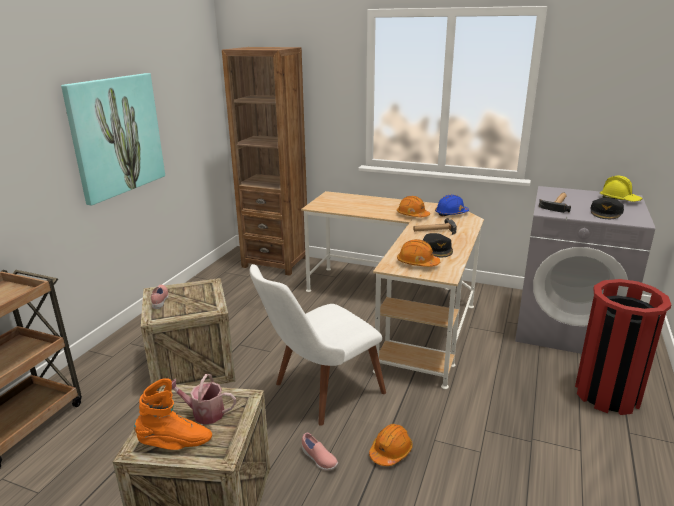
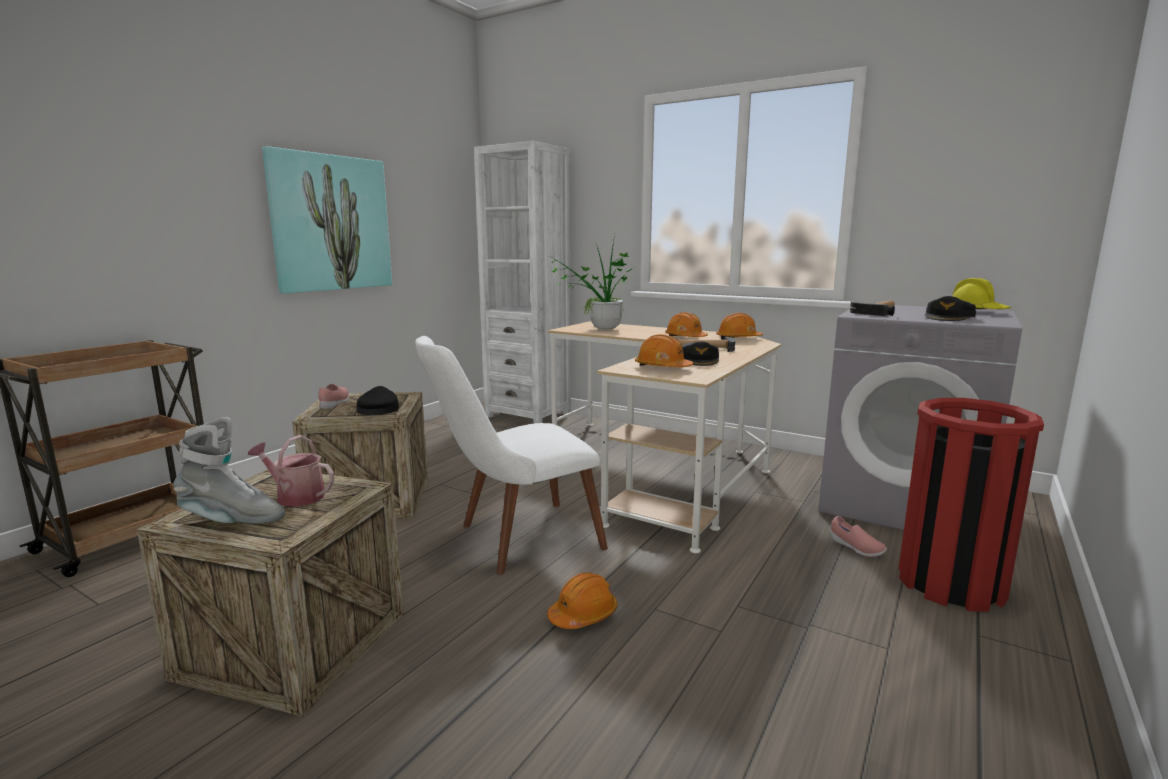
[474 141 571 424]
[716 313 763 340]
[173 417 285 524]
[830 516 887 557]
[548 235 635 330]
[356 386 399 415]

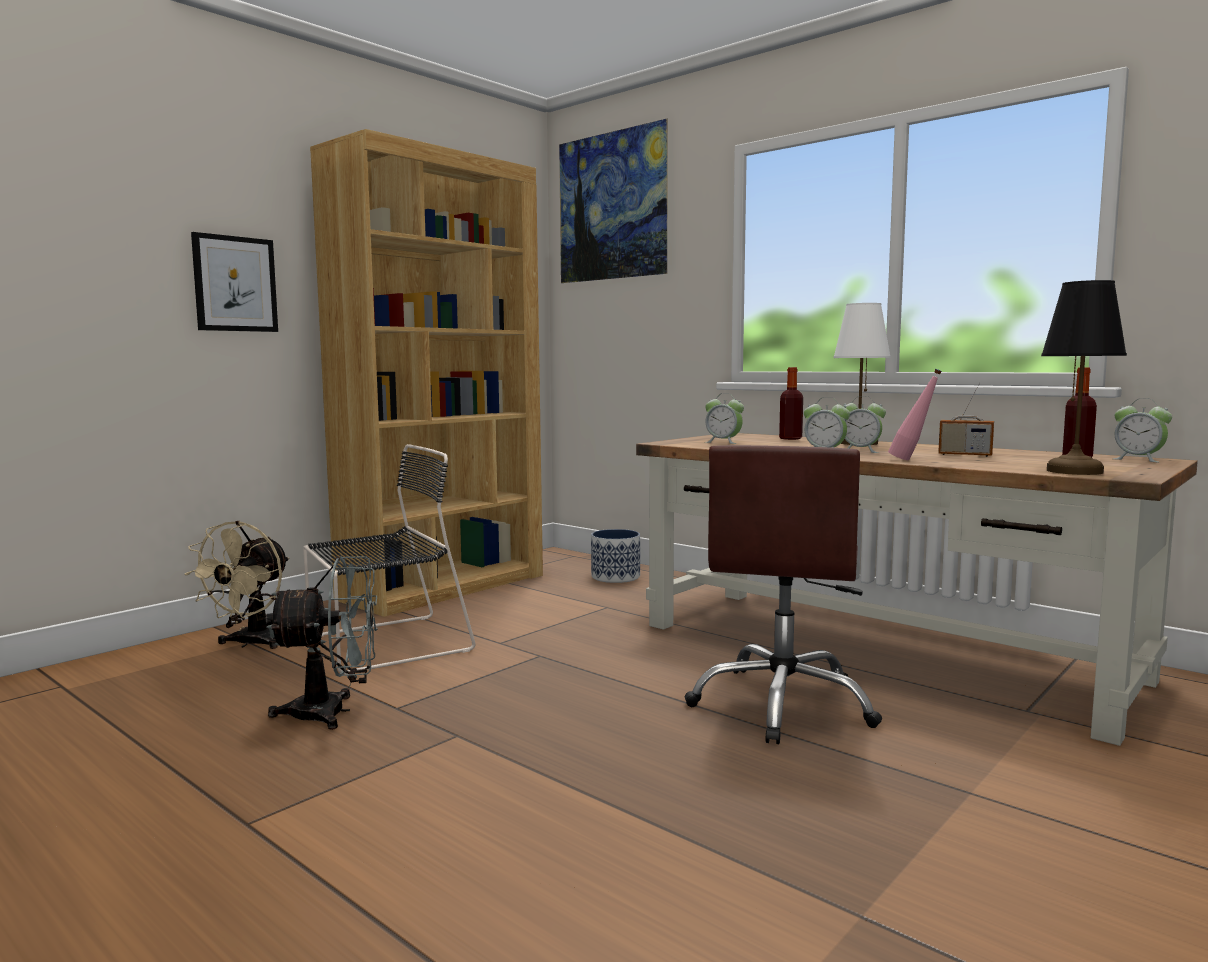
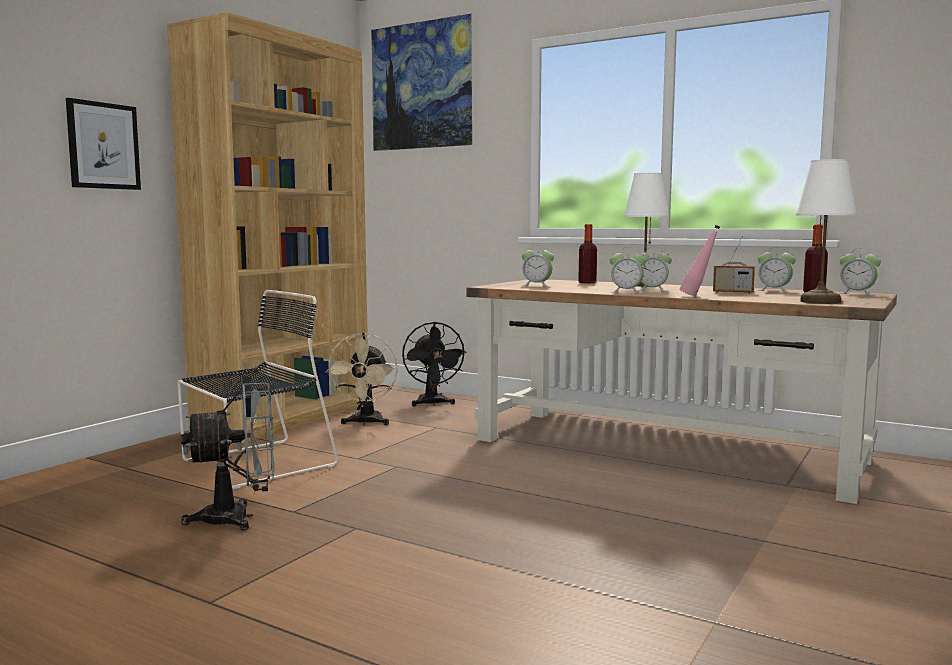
[796 159 857 304]
[685 445 882 744] (first image)
[325 332 398 425]
[402 322 467 406]
[758 247 796 292]

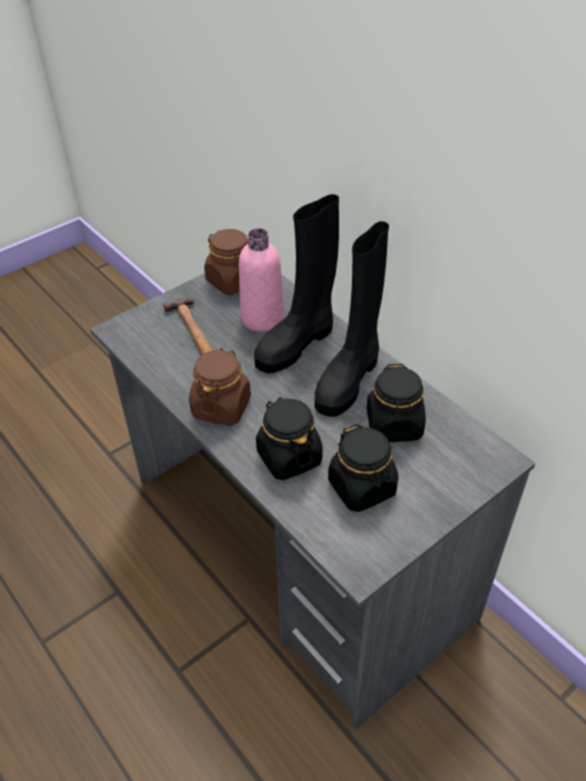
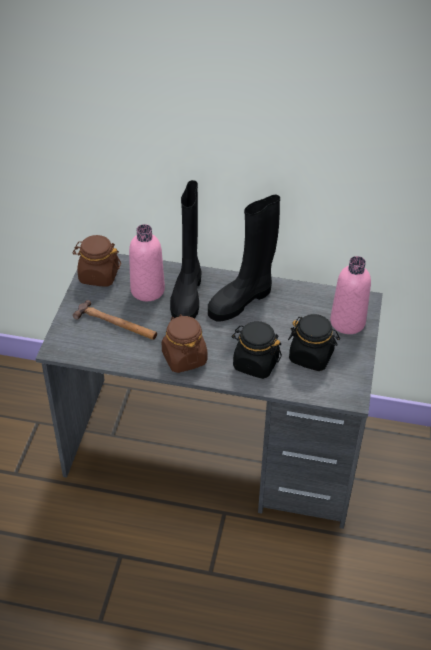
[208 195 280 322]
[367 364 426 442] (first image)
[330 256 371 334]

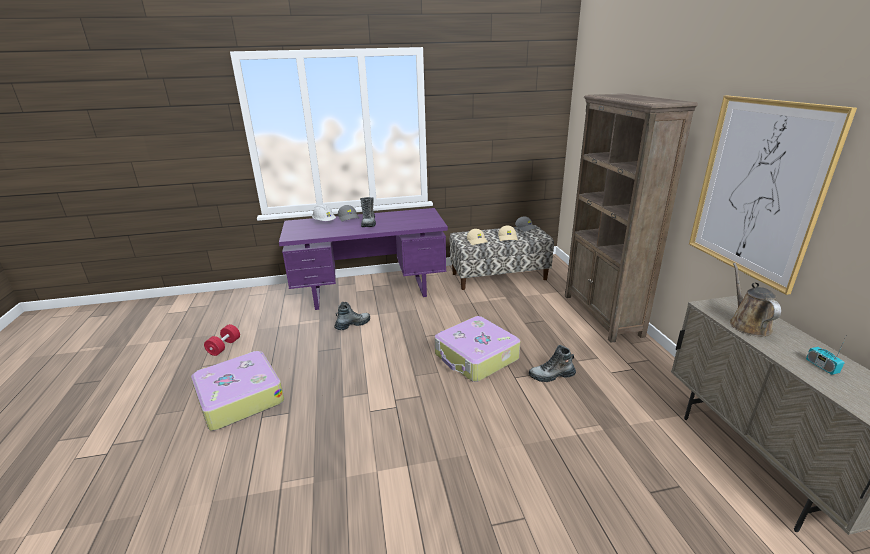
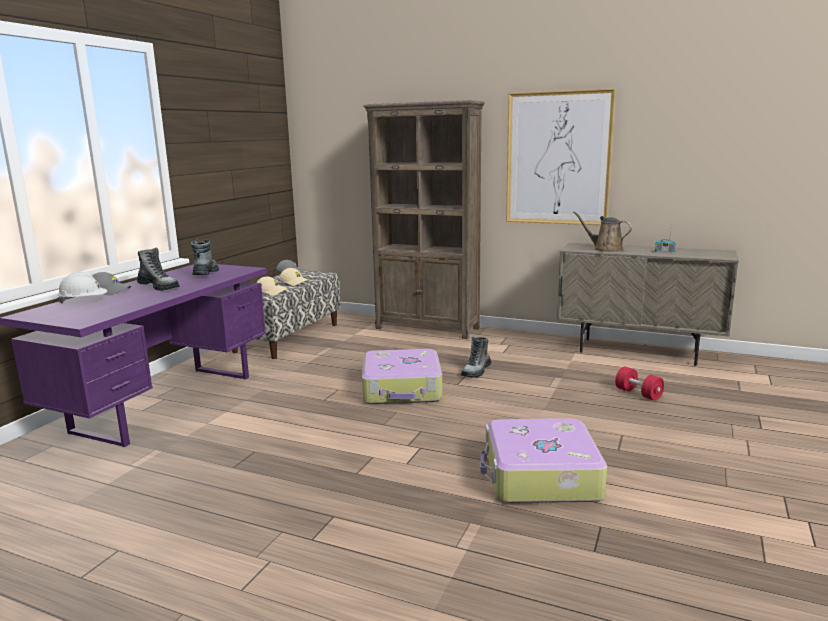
[191 239 219 275]
[615 367 664 401]
[480 418 607 503]

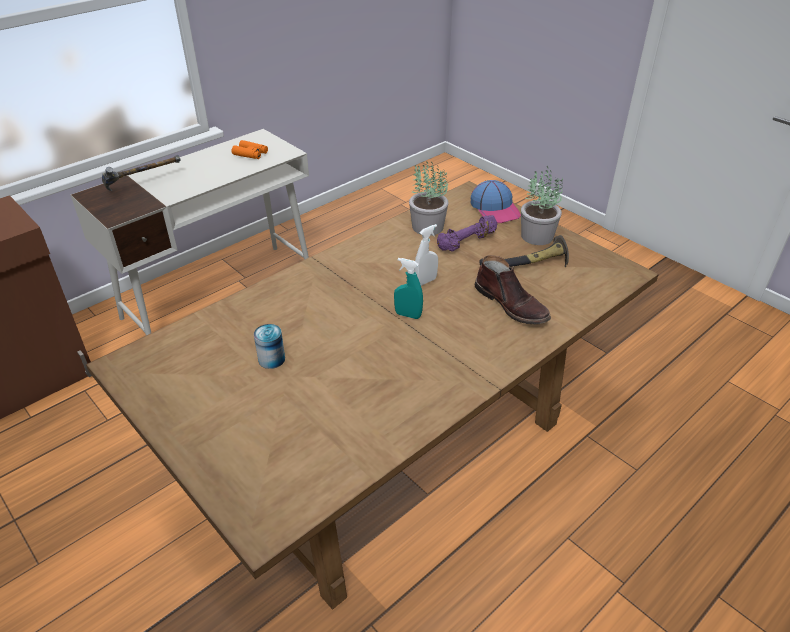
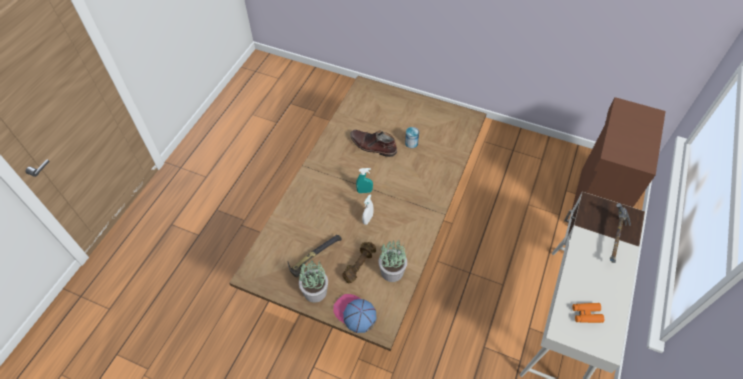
[342 242 376 283]
[350 130 397 157]

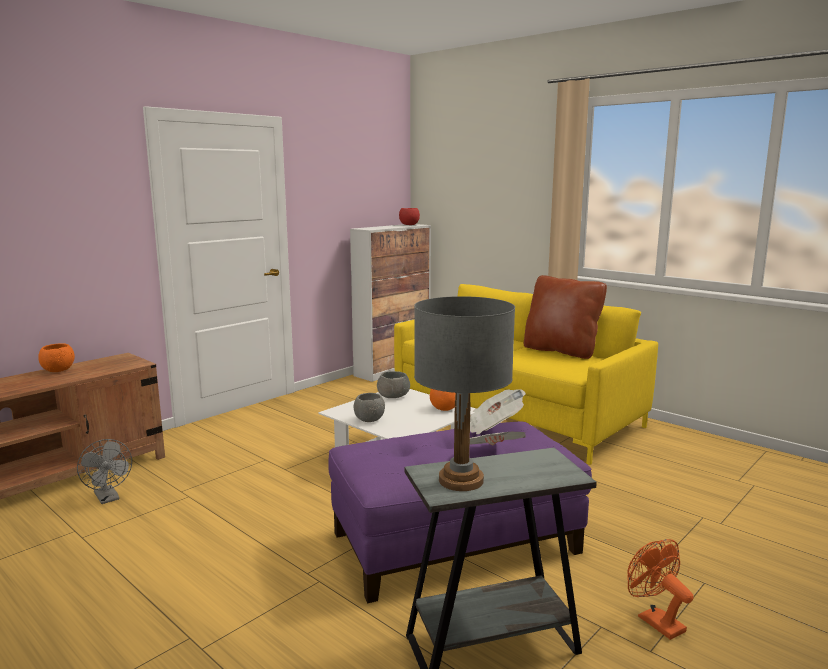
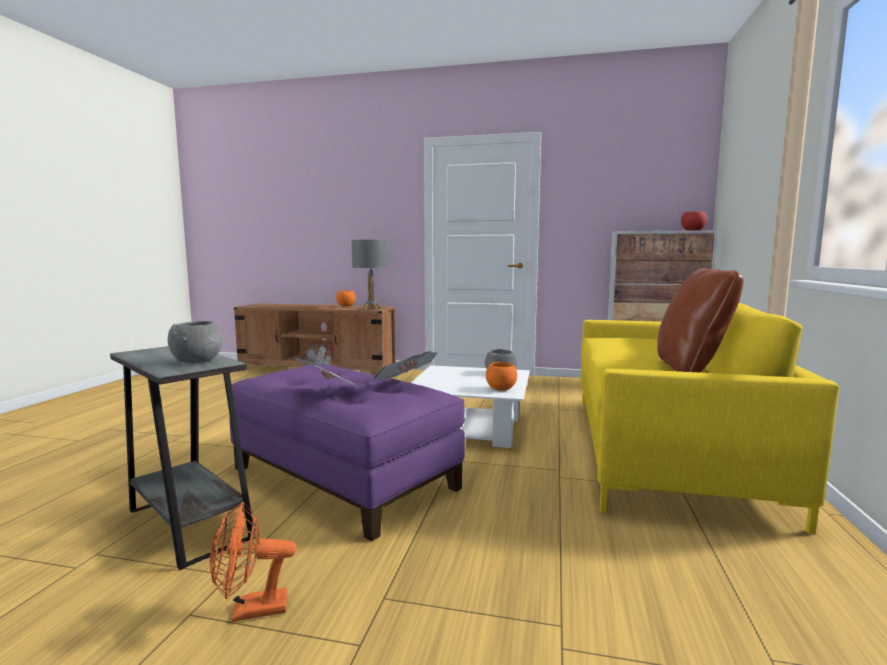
[352 240 389 310]
[168 321 222 363]
[210 502 297 622]

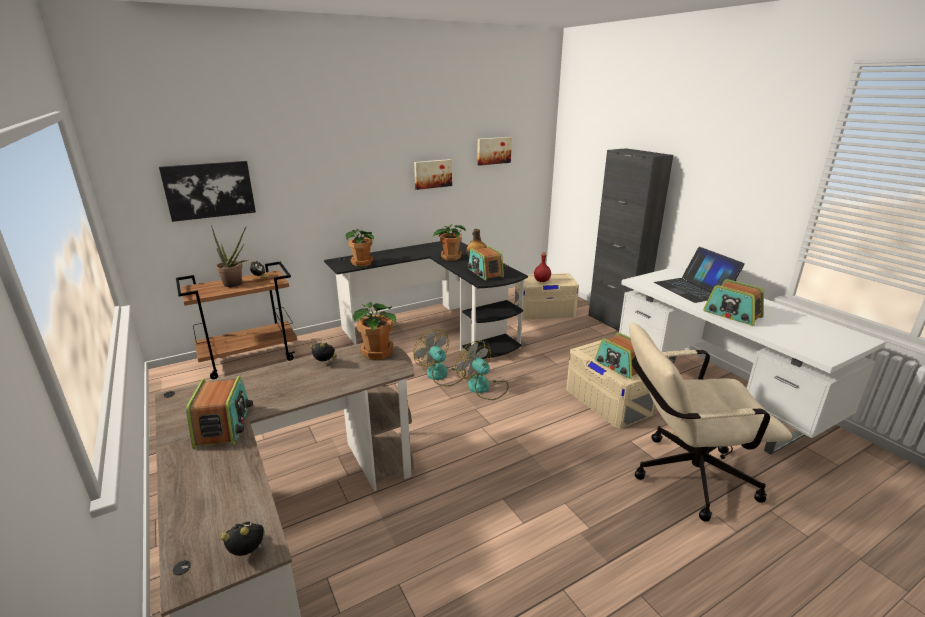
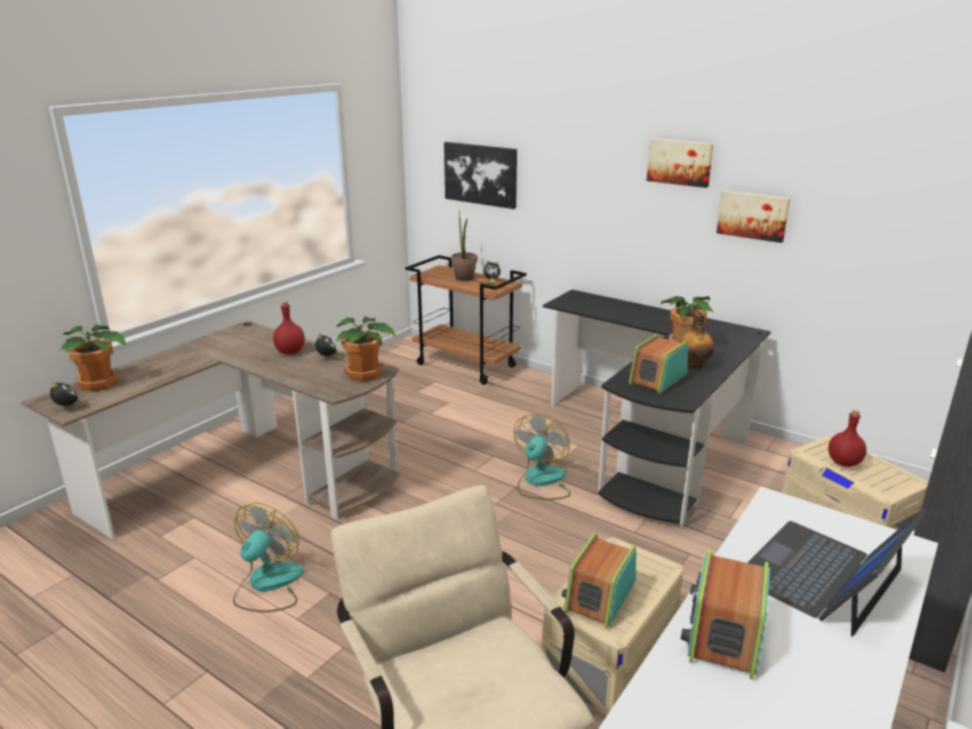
[647 138 714 188]
[60 324 127 392]
[233 503 304 612]
[186 376 253 449] (first image)
[273 301 305 354]

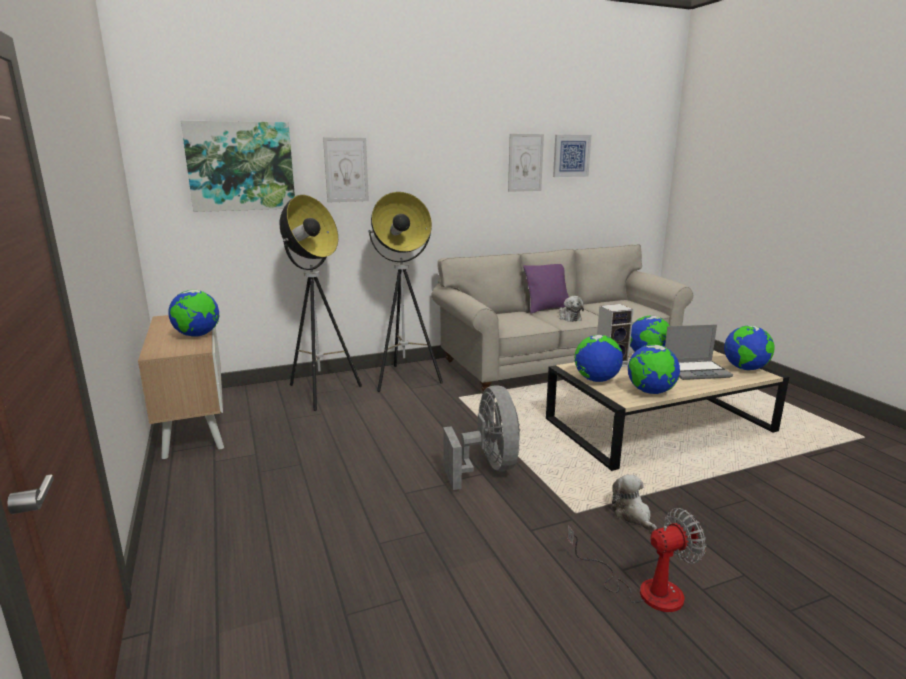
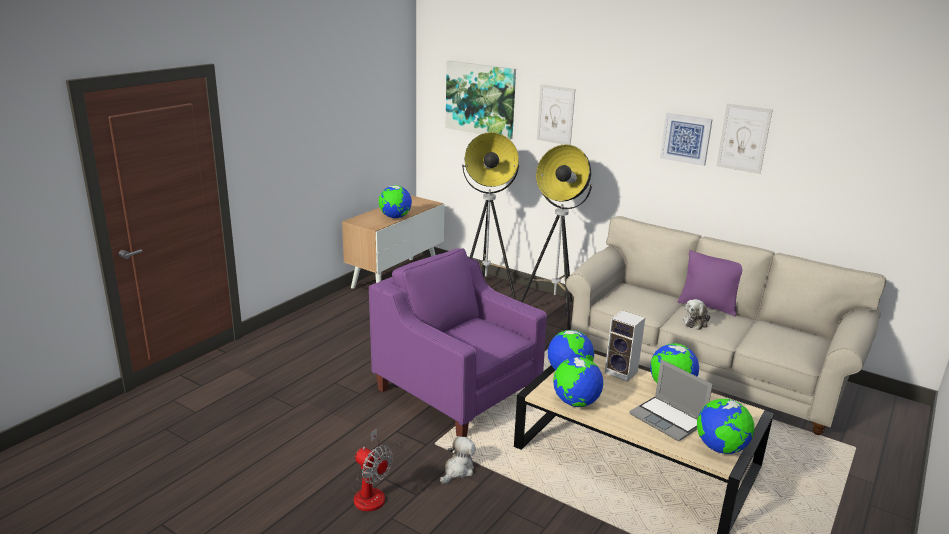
[660 113 713 166]
[369 248 547 437]

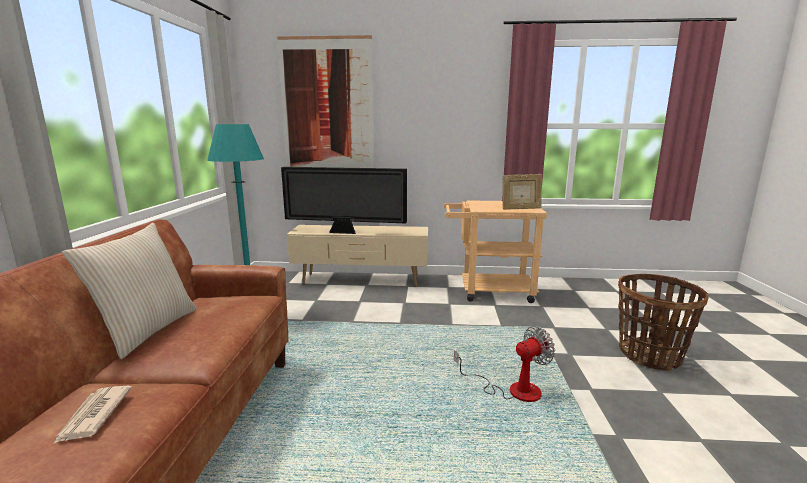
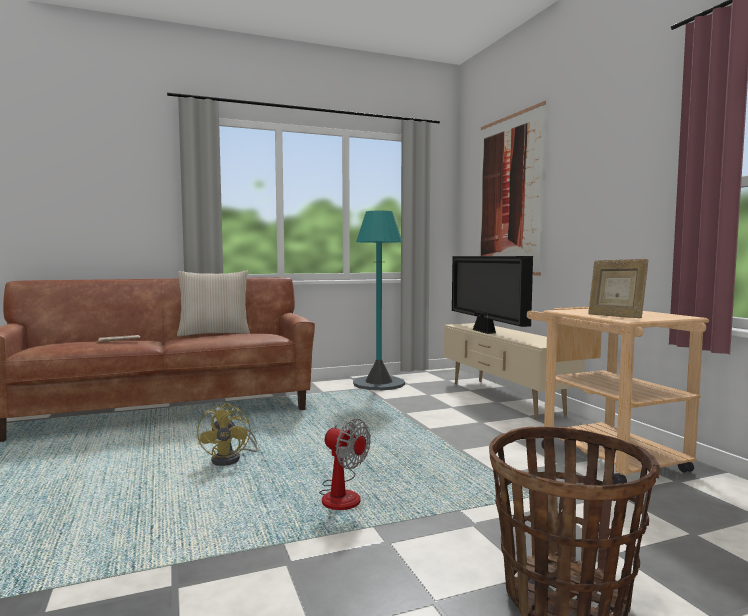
[197 403 258 466]

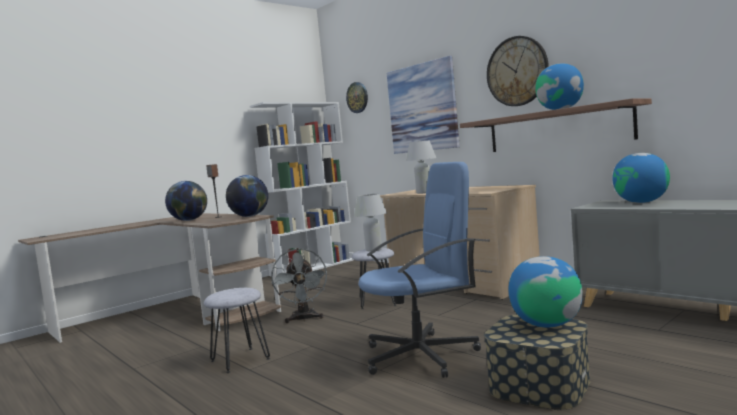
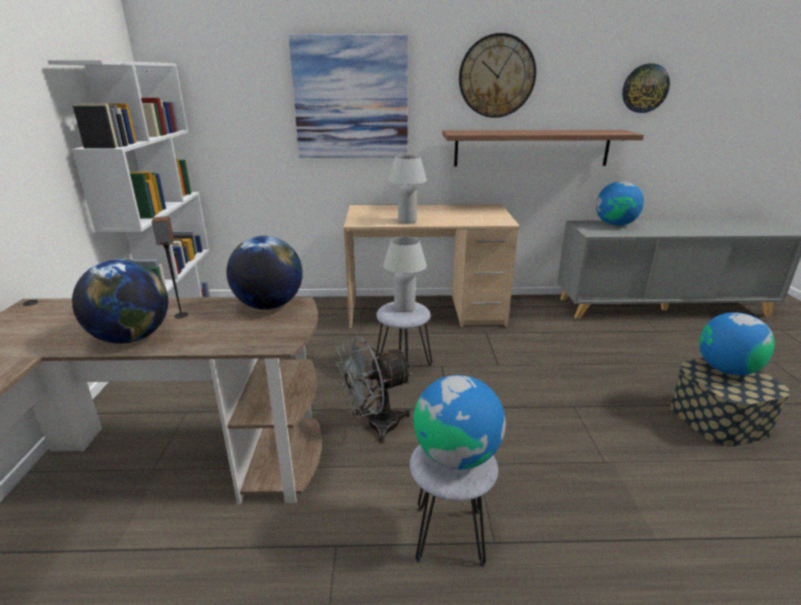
[413 375 506 469]
[622 63 670 113]
[358 162 481 378] (first image)
[336 337 412 443]

